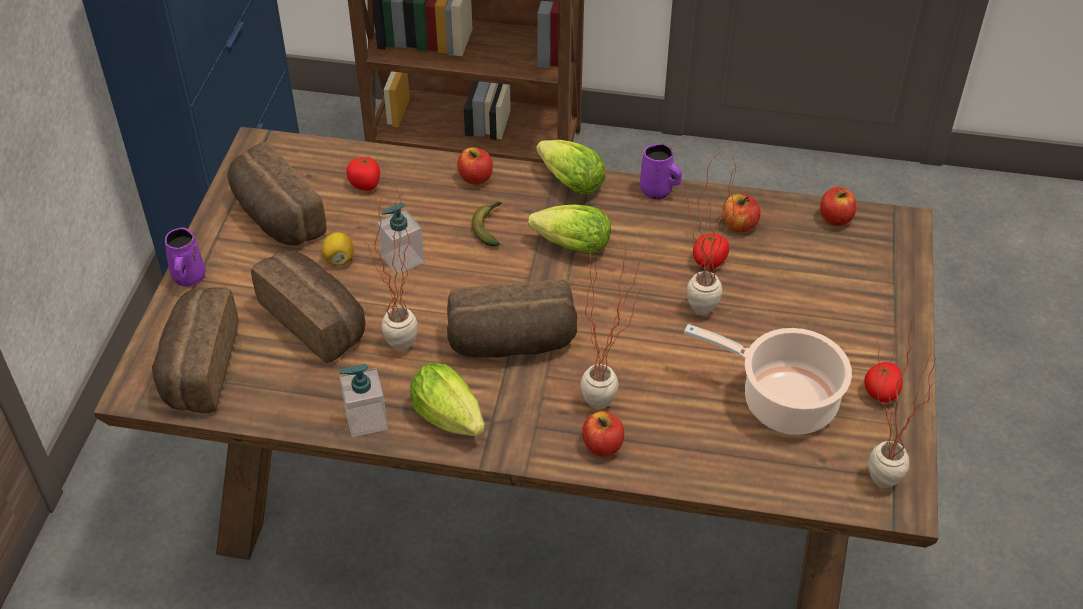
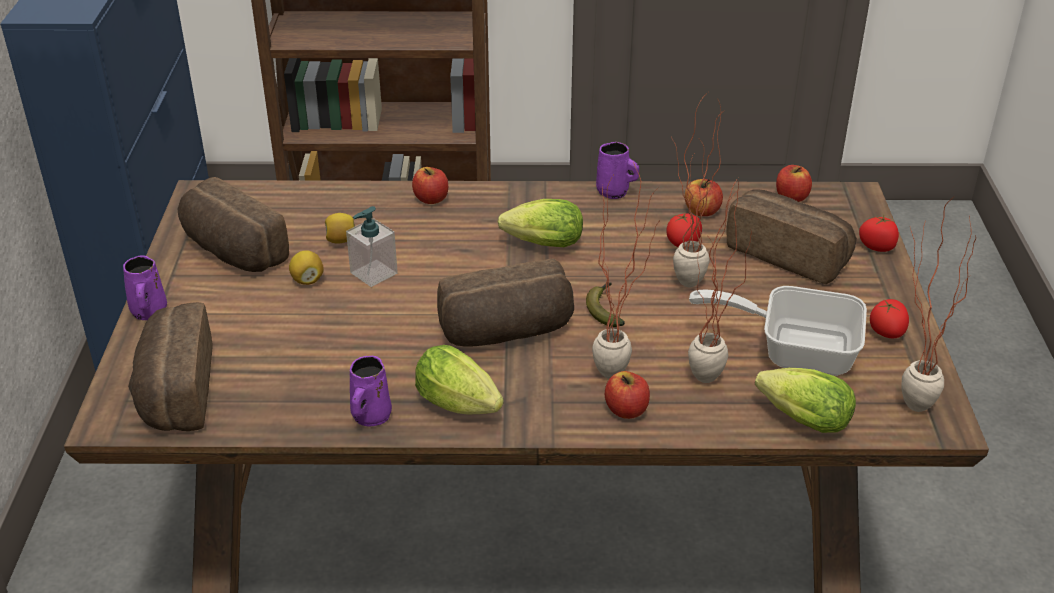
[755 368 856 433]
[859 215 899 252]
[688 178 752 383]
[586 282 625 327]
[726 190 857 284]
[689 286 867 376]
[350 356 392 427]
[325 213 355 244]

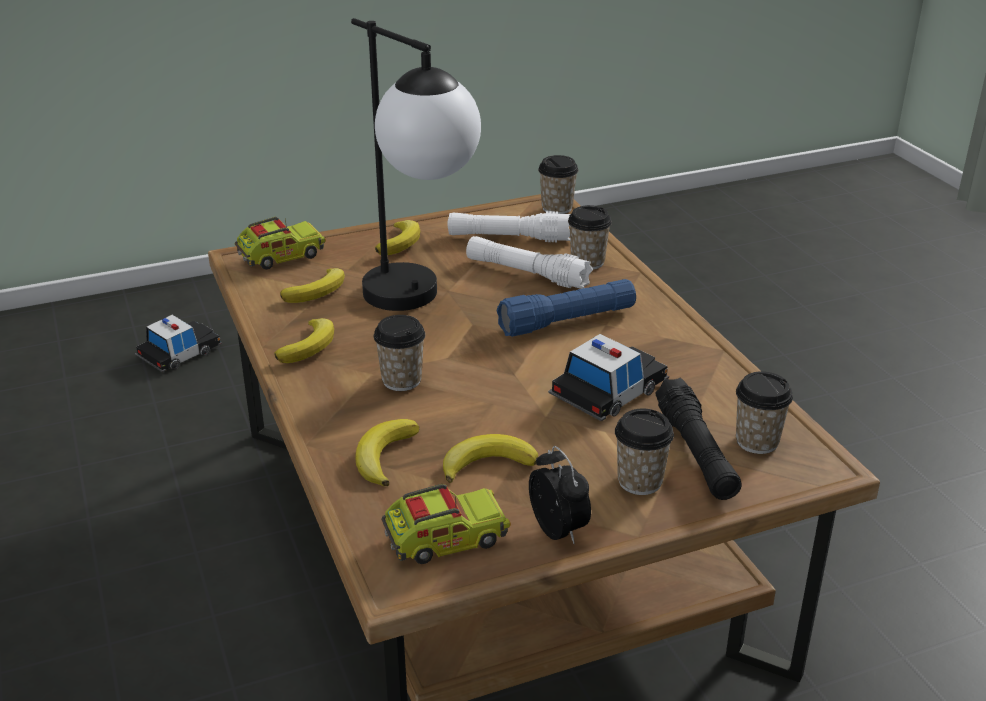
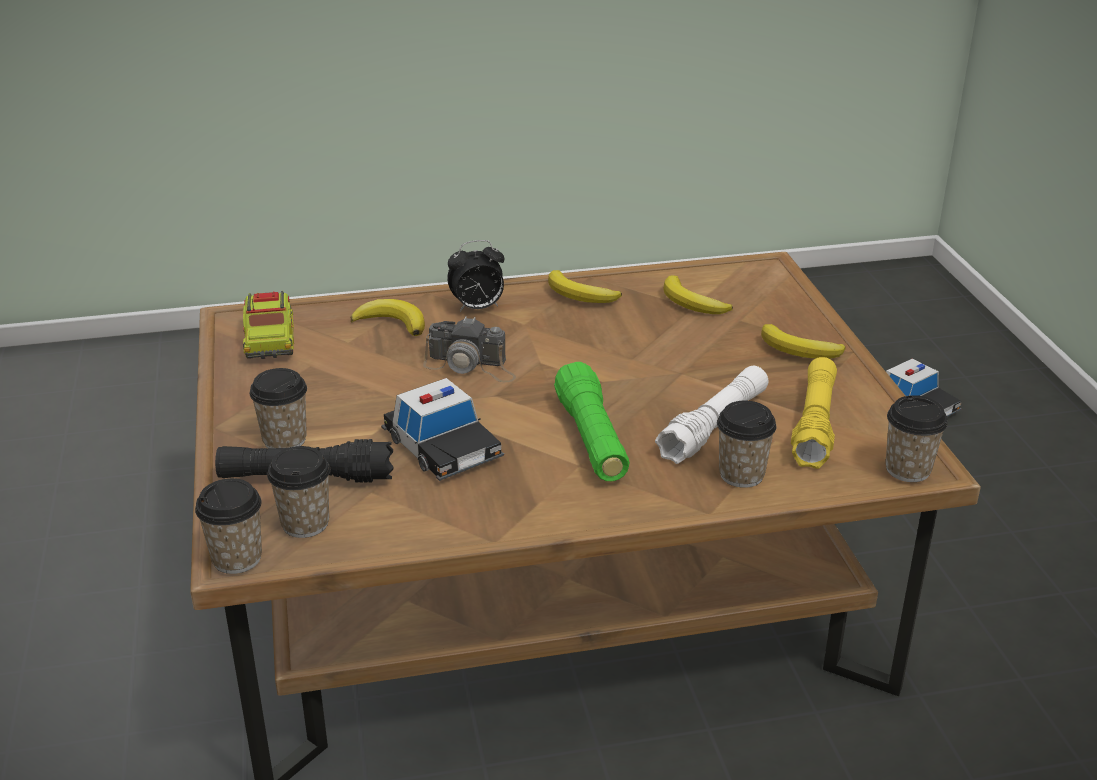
[351 18 481 311] (first image)
[791 357 837 469]
[235 217 326 270] (first image)
[554 362 630 481]
[195 478 262 574]
[443 434 538 483] (first image)
[447 240 504 312]
[423 316 516 382]

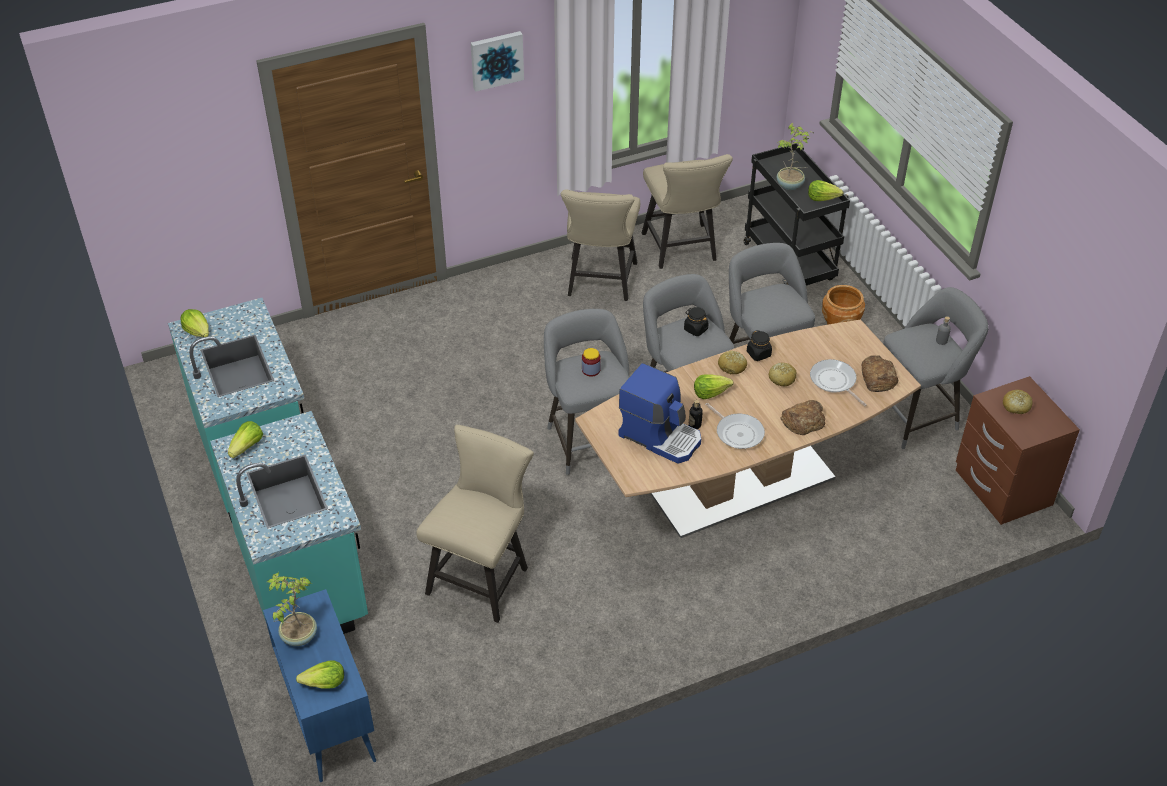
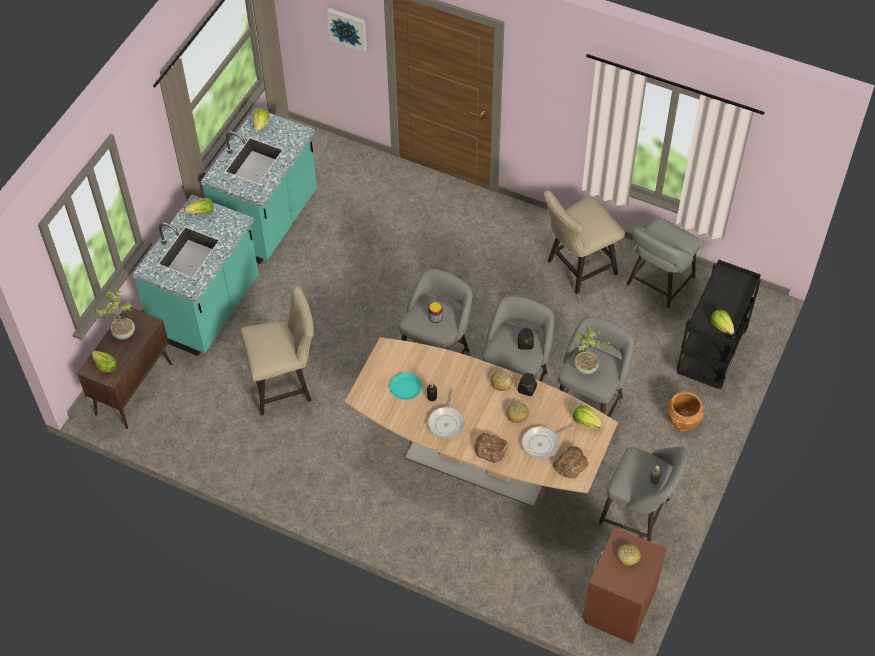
[327 8 367 52]
[574 326 611 374]
[624 218 701 314]
[522 426 574 459]
[390 373 422 400]
[573 405 602 428]
[77 307 172 429]

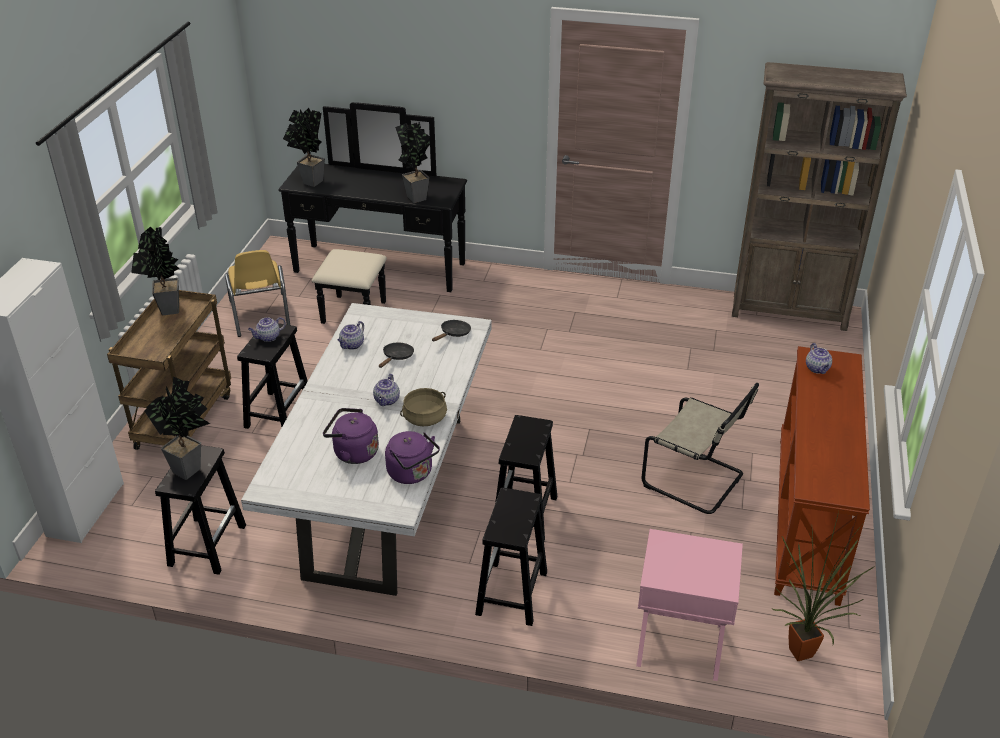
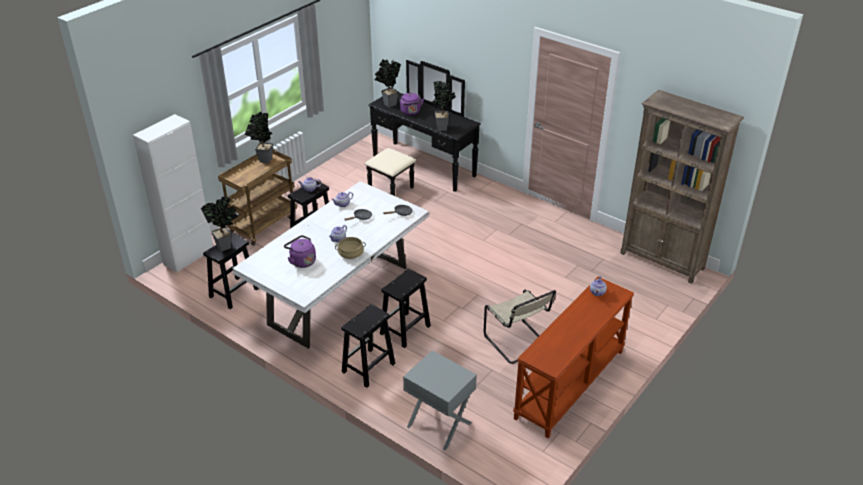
[225 250 290 337] (first image)
[400 93 424 115]
[773 511 875 661] (first image)
[403 350 477 450]

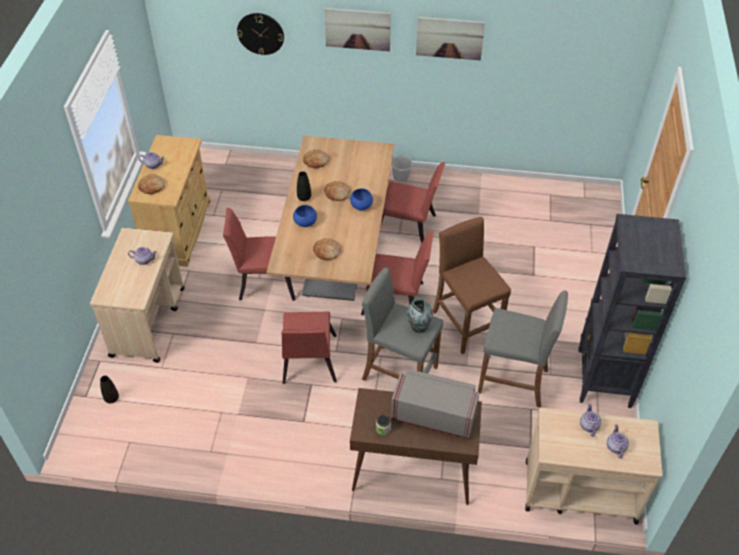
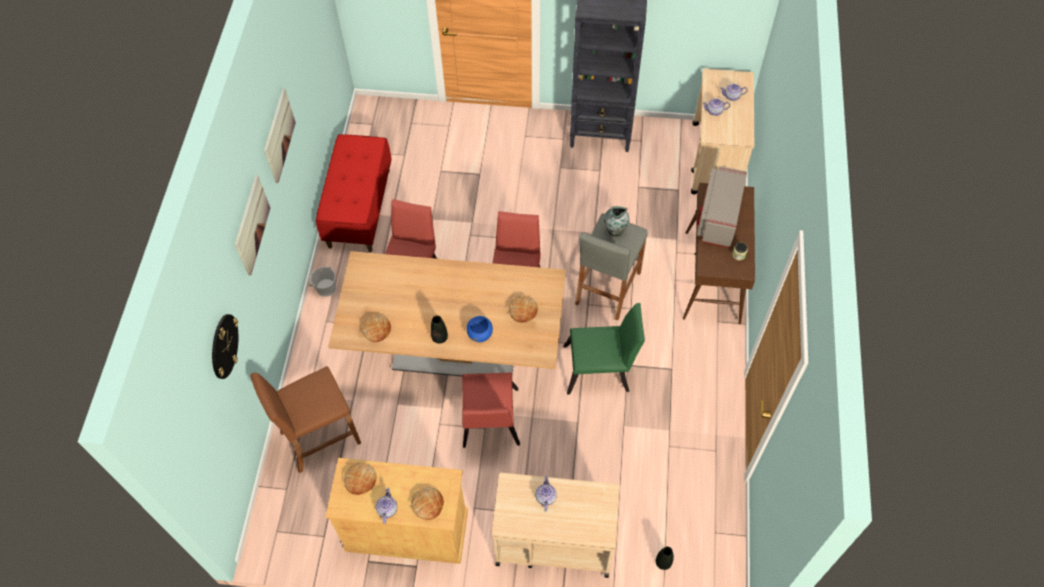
[344 463 377 495]
[350 188 373 210] (first image)
[250 366 361 473]
[478 290 568 408] (first image)
[563 303 645 395]
[316 134 392 252]

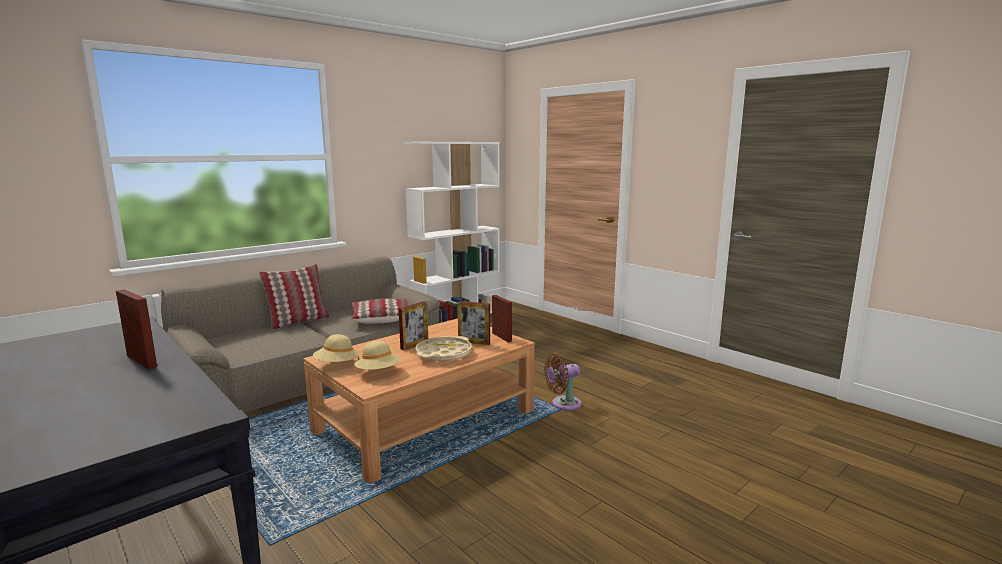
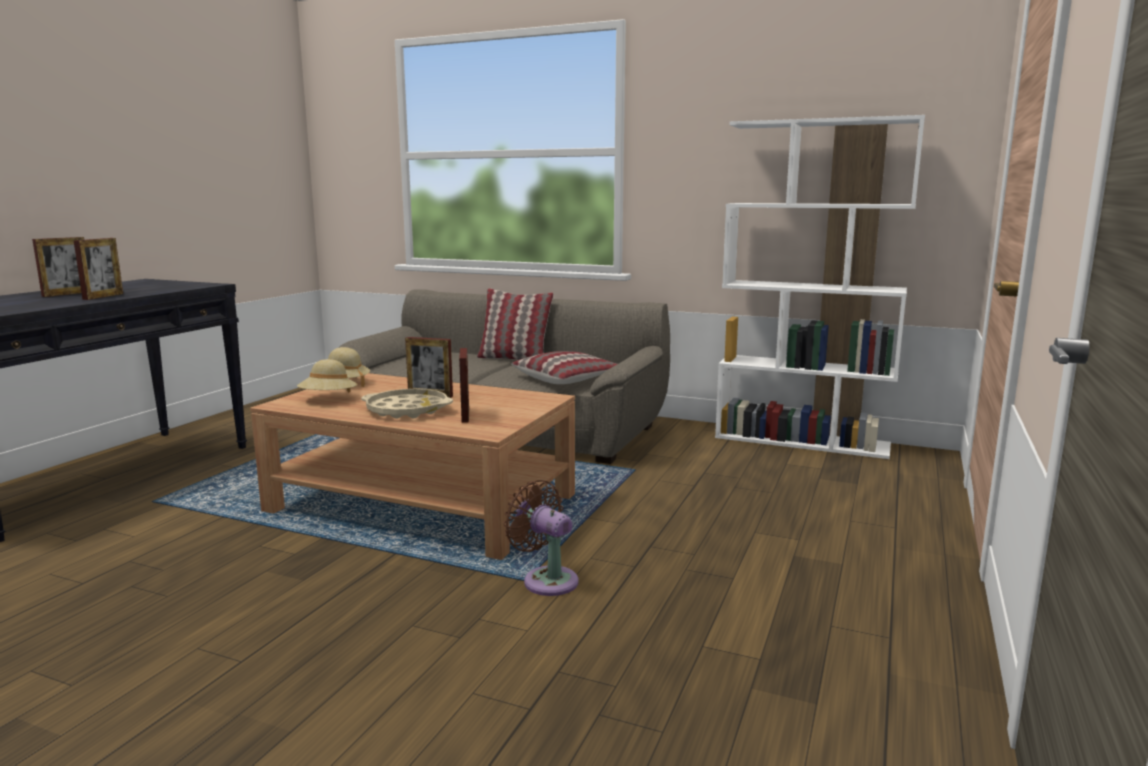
[32 237 84 297]

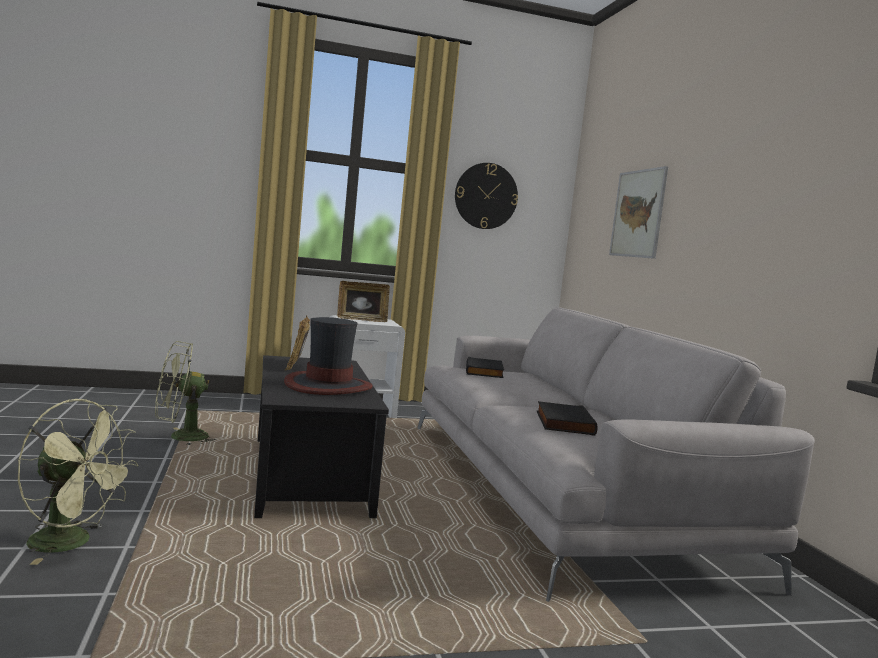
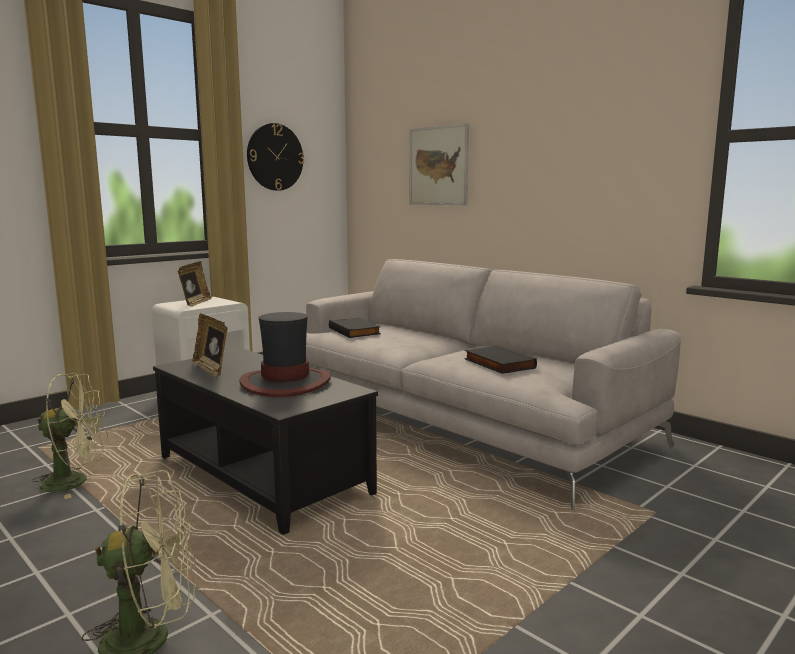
[178 261 212 307]
[32 373 108 499]

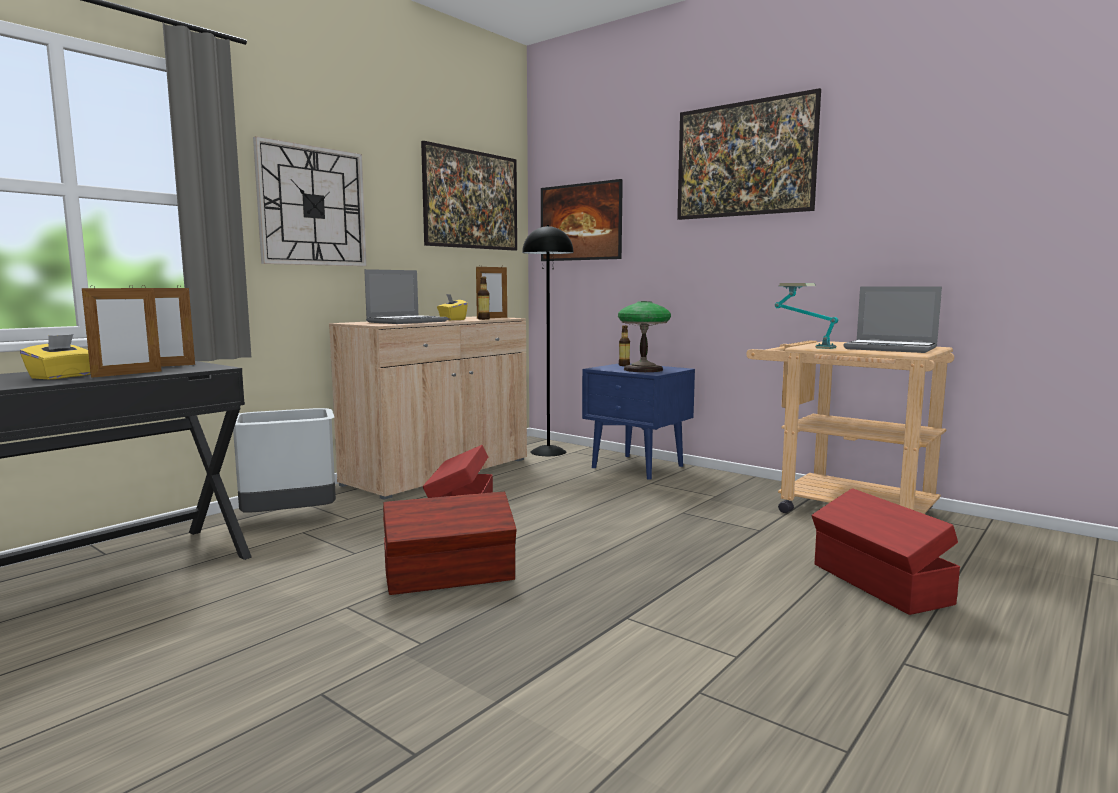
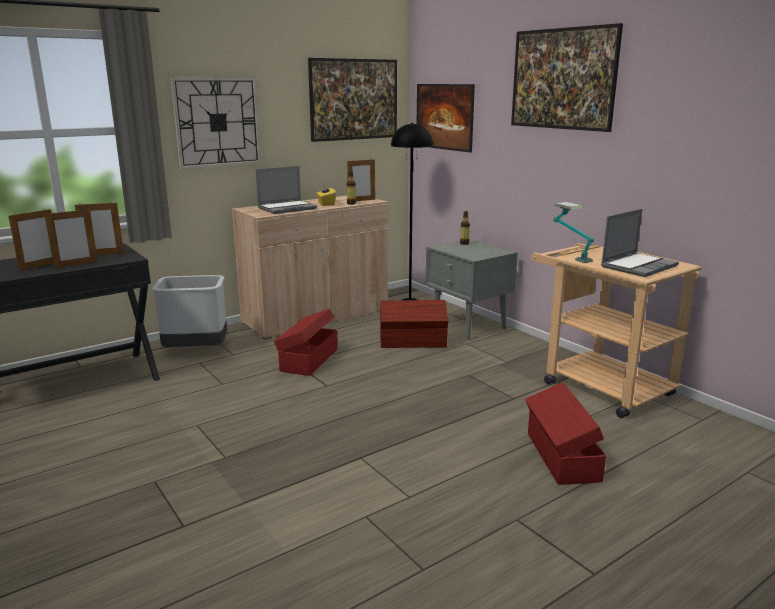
[601 209 679 277]
[618 301 671 372] (first image)
[9 208 53 271]
[426 239 518 340]
[380 300 448 348]

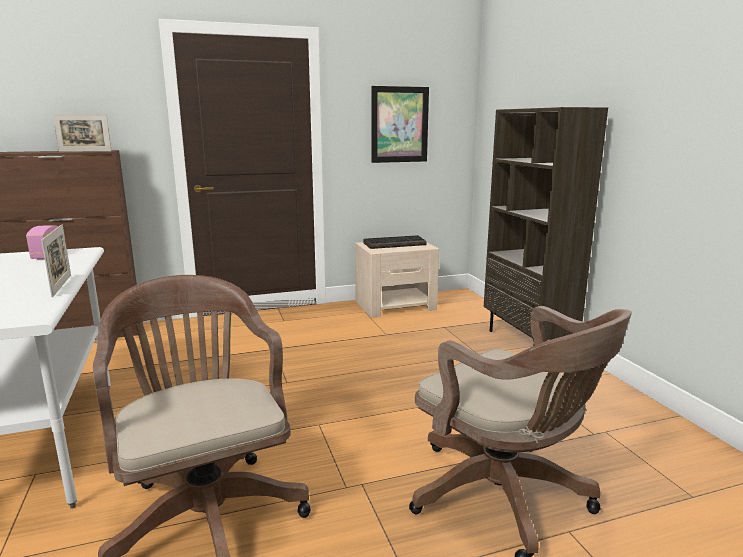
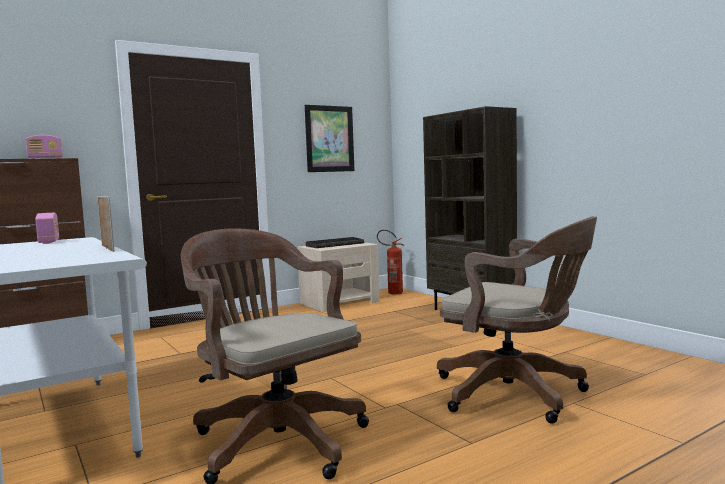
[26 135 63 159]
[377 230 404 295]

